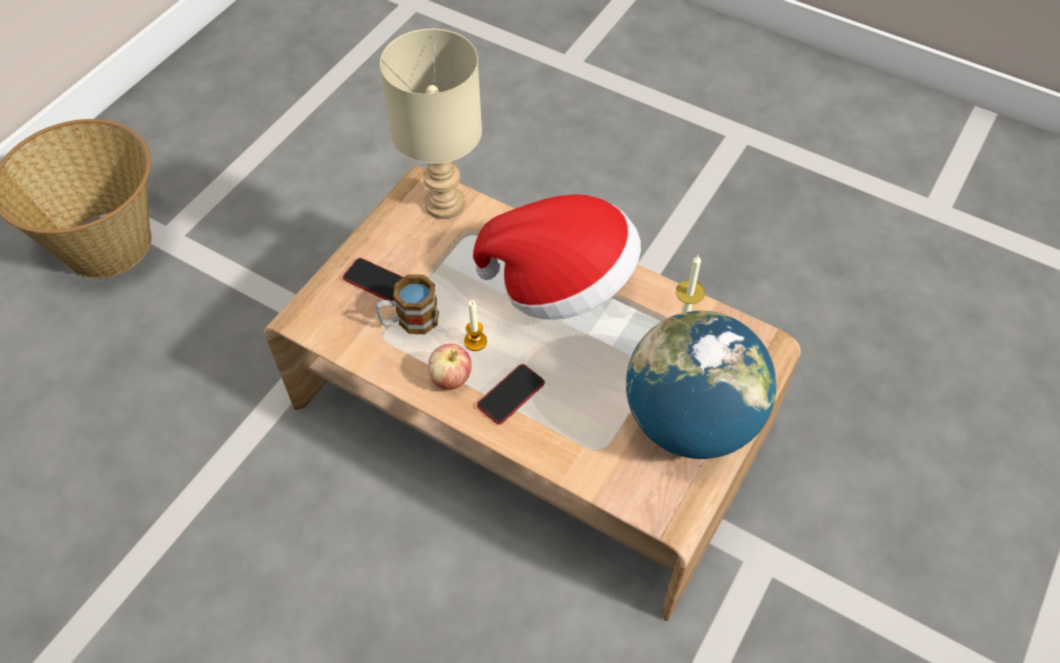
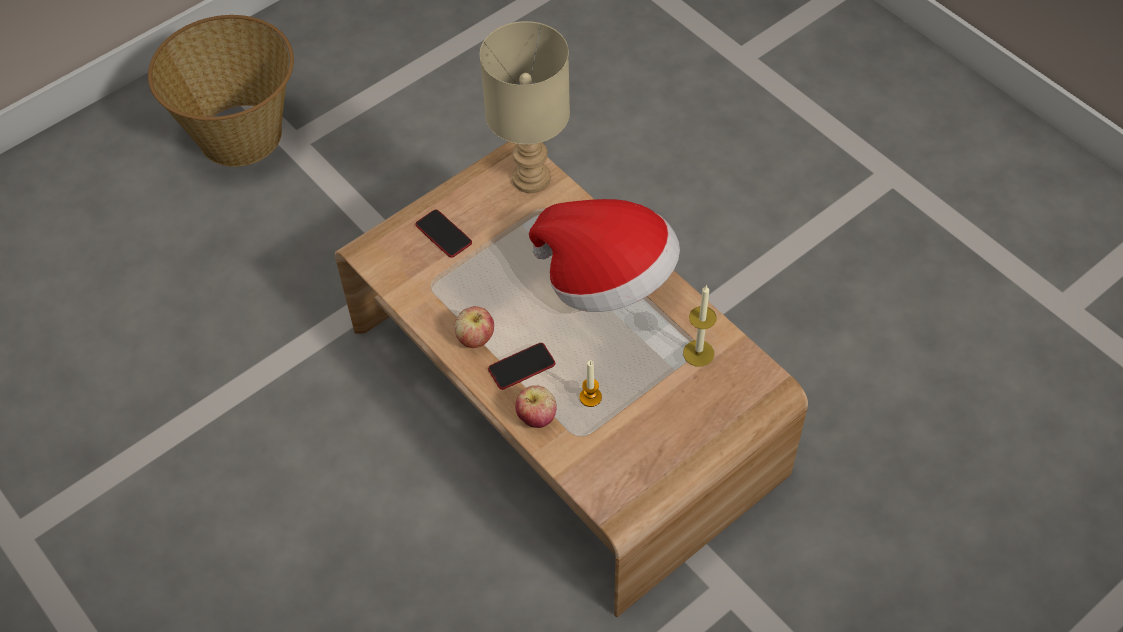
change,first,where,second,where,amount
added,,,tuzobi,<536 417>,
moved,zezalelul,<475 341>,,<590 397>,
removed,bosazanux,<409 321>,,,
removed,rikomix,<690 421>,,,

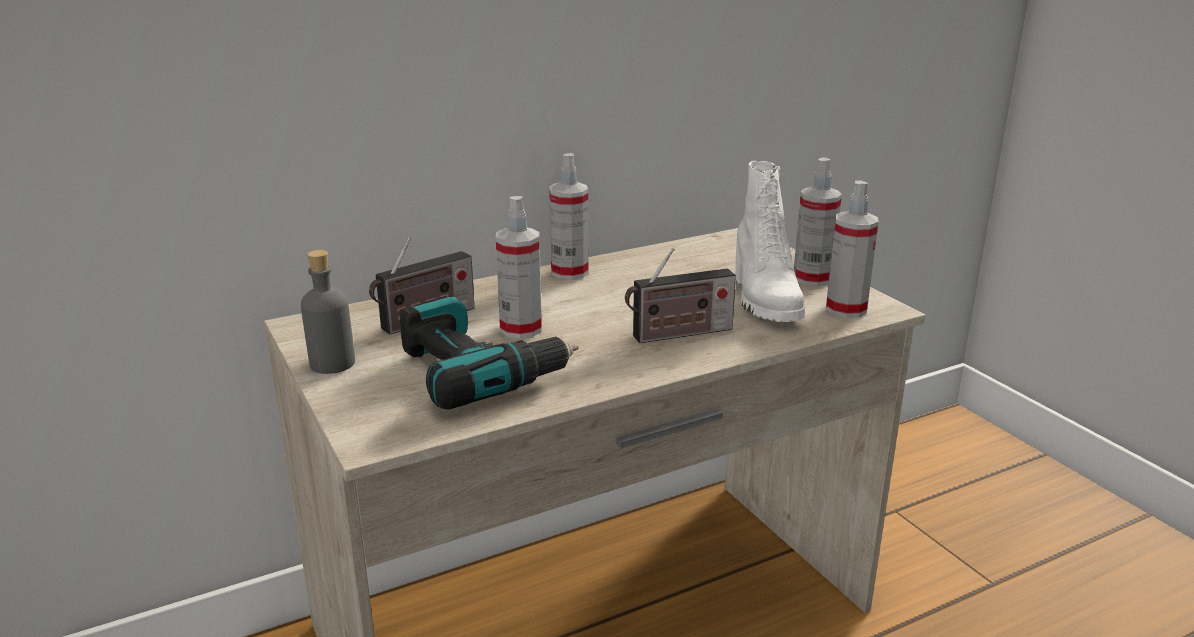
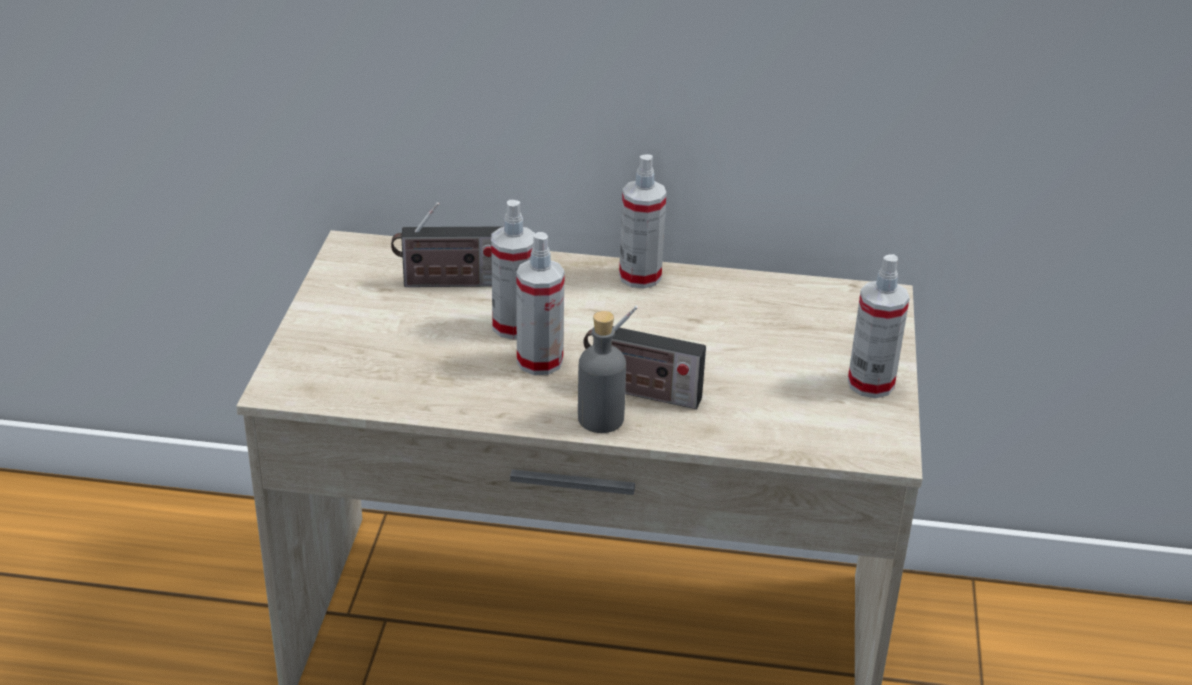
change,first,where,second,where,amount
moved,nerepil,<846 309>,,<539 361>,
moved,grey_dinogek,<332 363>,,<600 419>,
removed,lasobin,<479 371>,,,
removed,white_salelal,<763 300>,,,

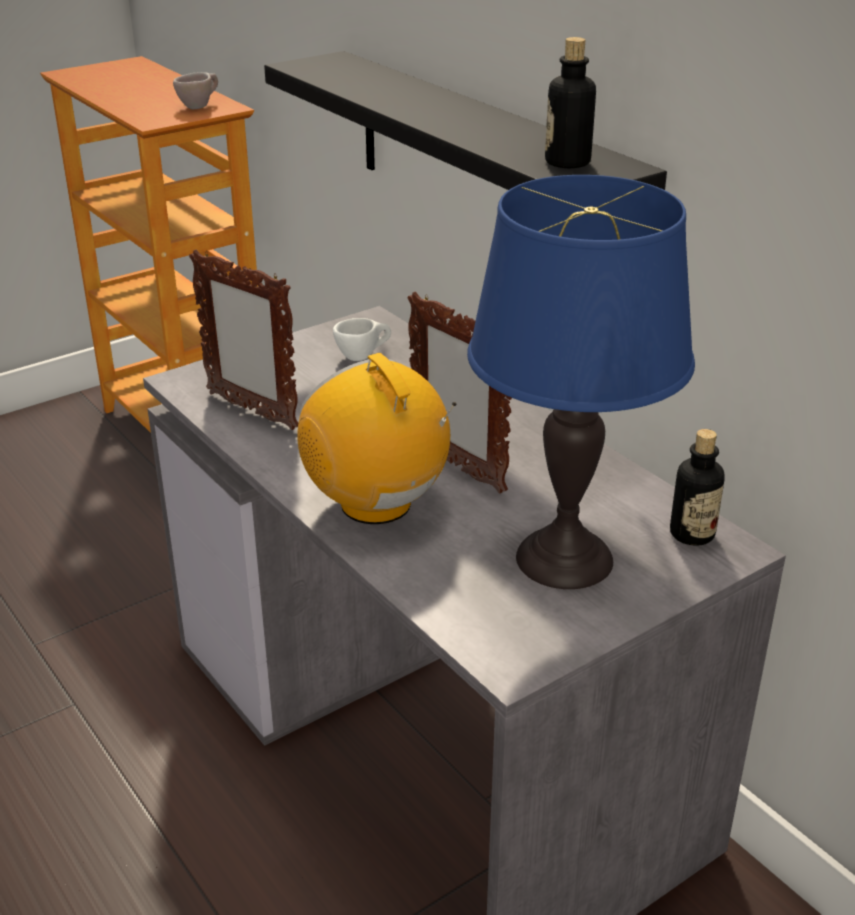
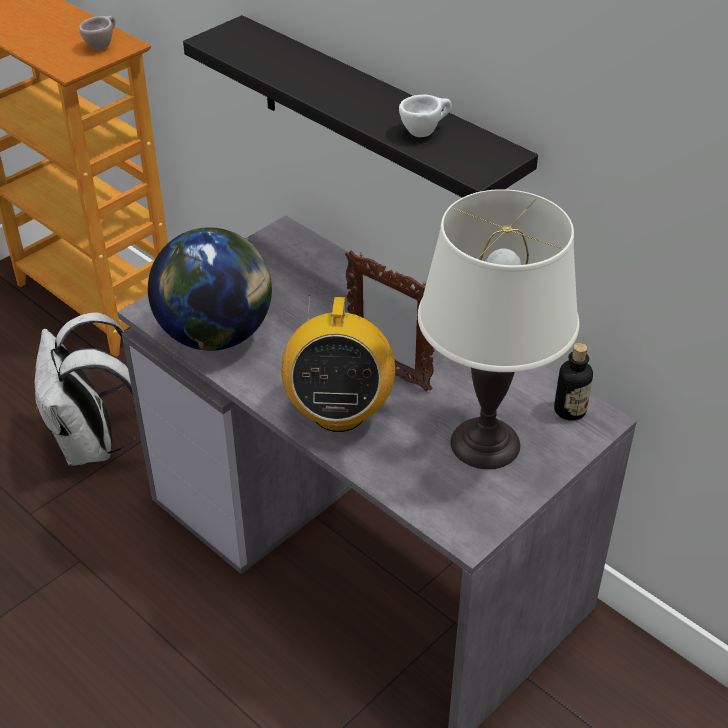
change,first,where,second,where,amount
added,,,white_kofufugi,<93 444>,
replaced,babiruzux,<251 410>,rikomix,<216 335>,
turned,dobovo,<377 504>,,<338 412>,135 degrees counterclockwise
moved,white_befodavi,<362 356>,,<425 131>,
recoloured,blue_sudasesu,<563 559>,white_sudasesu,<484 443>,
removed,dinogek,<567 162>,,,

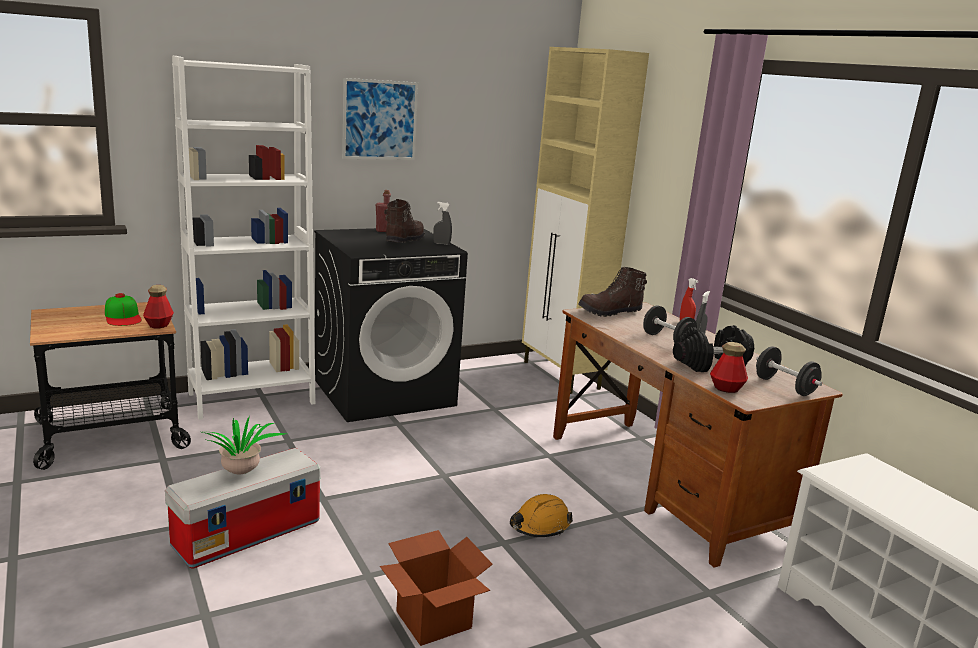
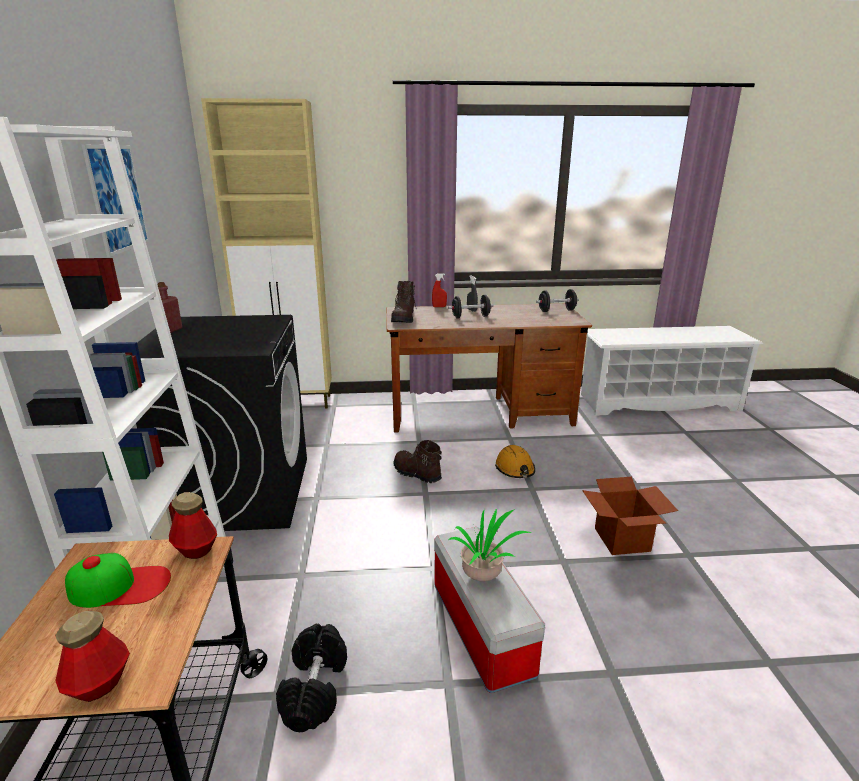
change,first,where,second,where,amount
moved,dinogek,<726 388>,,<99 684>,
moved,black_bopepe,<711 364>,,<315 689>,
moved,brown_salelal,<404 240>,,<416 474>,
removed,grey_nerepil,<441 244>,,,

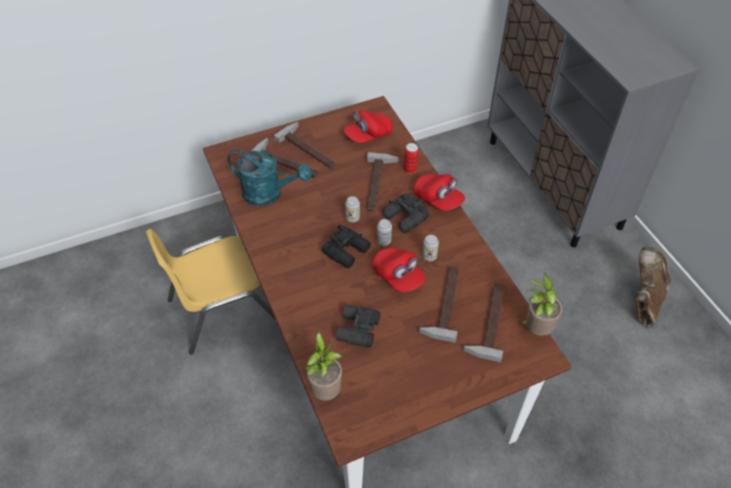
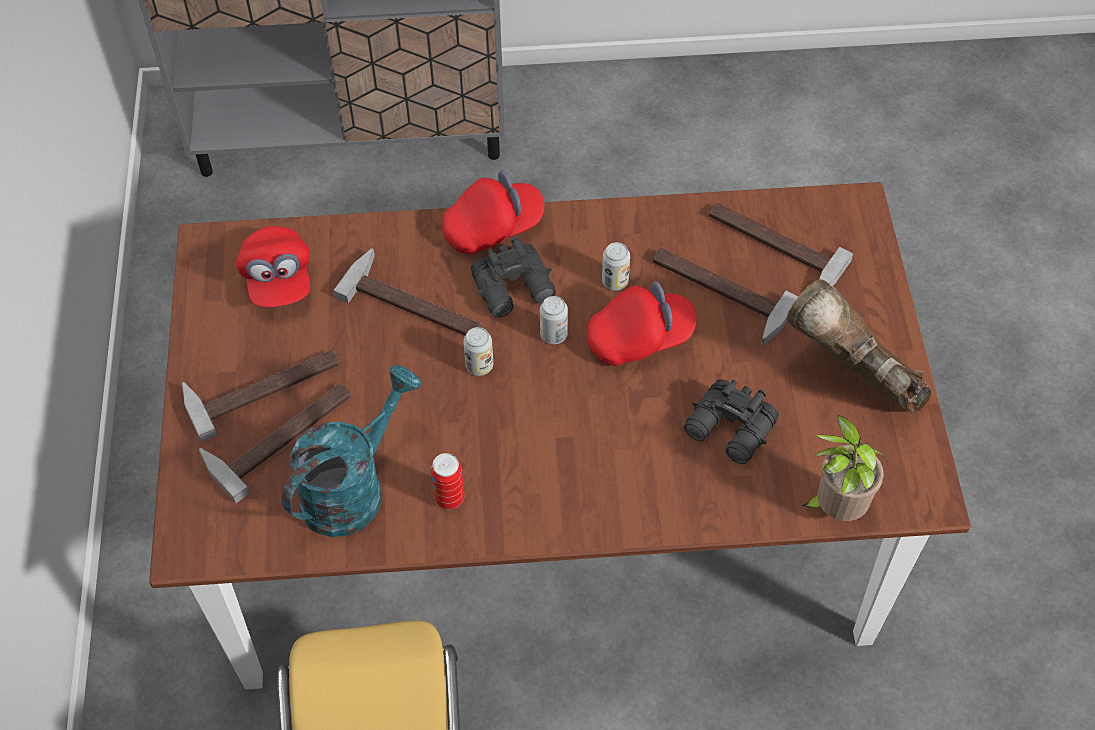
change,first,where,second,where,amount
moved,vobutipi,<410 169>,,<449 498>,
moved,brown_salelal,<644 301>,,<850 377>,
removed,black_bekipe,<347 251>,,,
removed,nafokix,<535 329>,,,

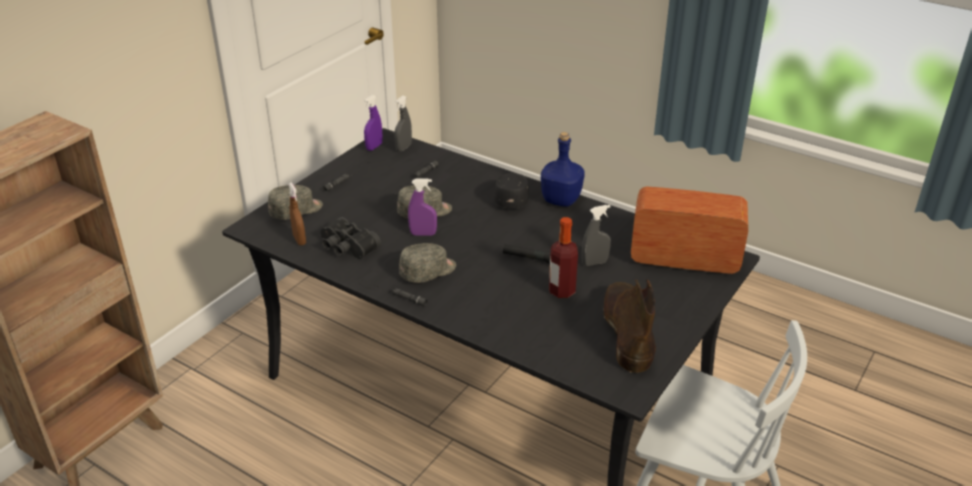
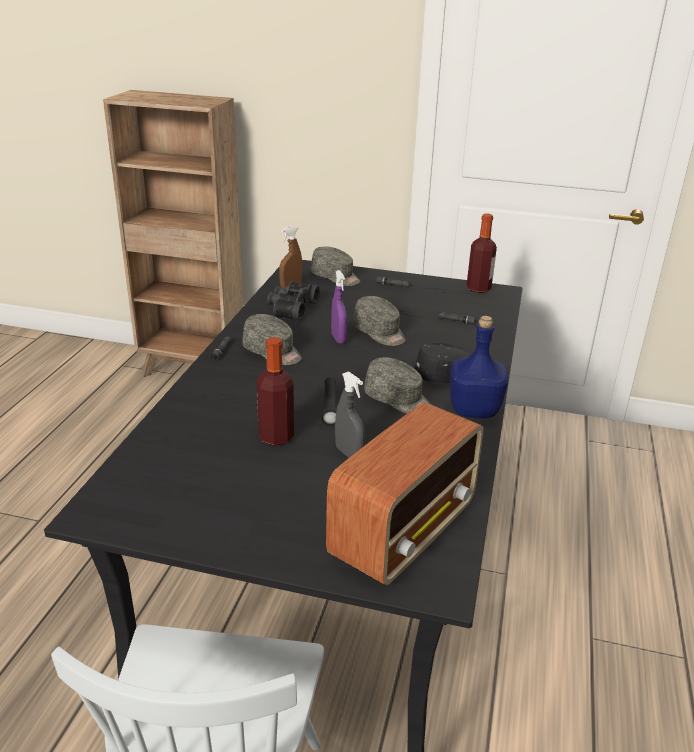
change,first,where,second,where,amount
turned,dobovo,<683 258>,,<405 531>,45 degrees clockwise
added,,,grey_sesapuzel,<398 399>,
replaced,purple_nerepil,<374 147>,dinogek,<478 288>,
removed,grey_nerepil,<404 148>,,,
removed,brown_salelal,<627 331>,,,

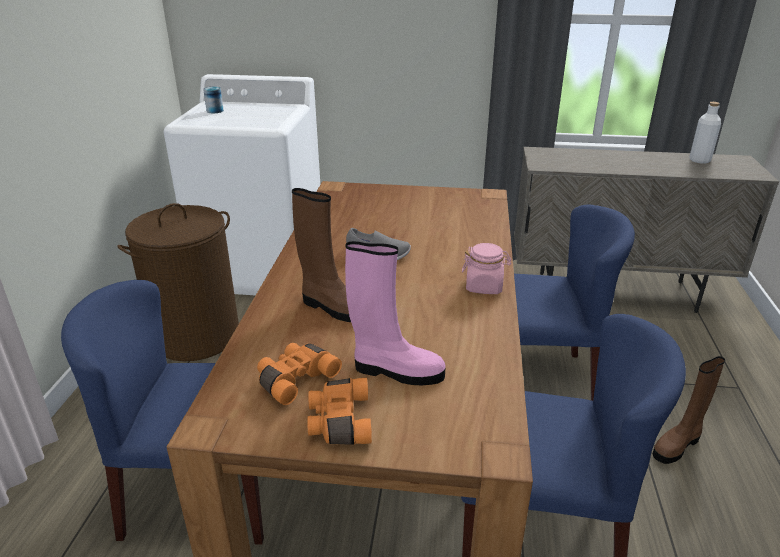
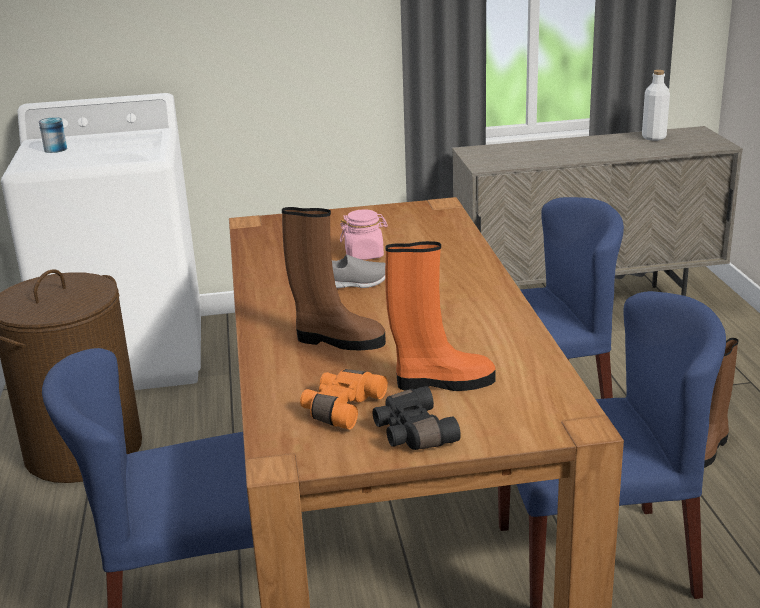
change,first,where,second,where,amount
moved,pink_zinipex,<484 286>,,<364 254>,
recoloured,orange_bekipe,<338 421>,black_bekipe,<412 433>,
recoloured,pink_salelal,<396 371>,orange_salelal,<442 382>,

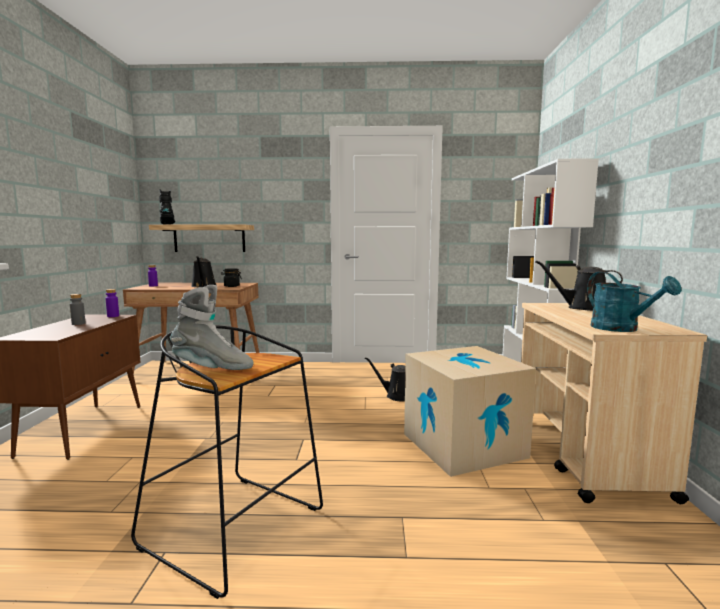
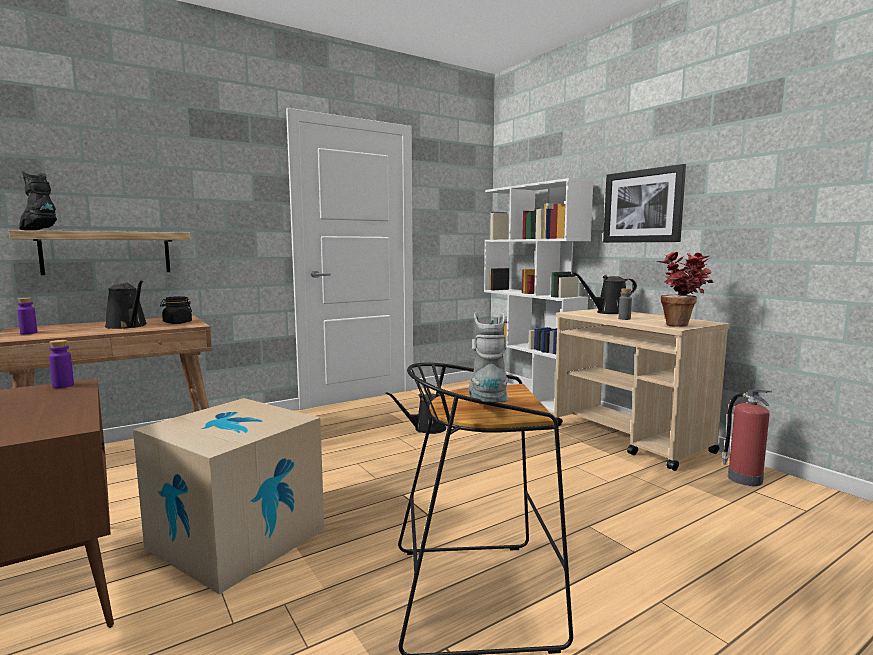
change,first,where,second,where,amount
moved,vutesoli,<463 445>,,<237 539>,
turned,grey_salelal,<212 368>,,<488 407>,60 degrees counterclockwise
added,,,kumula,<642 206>,
moved,grey_dinogek,<78 324>,,<624 319>,
replaced,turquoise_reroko,<621 329>,nafokix,<683 325>,
added,,,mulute,<743 478>,

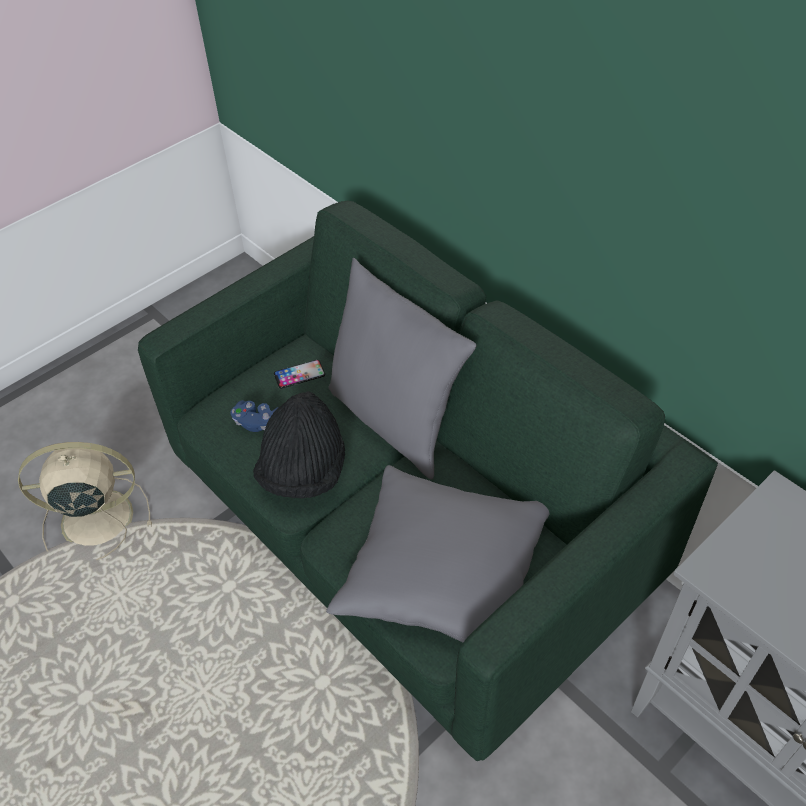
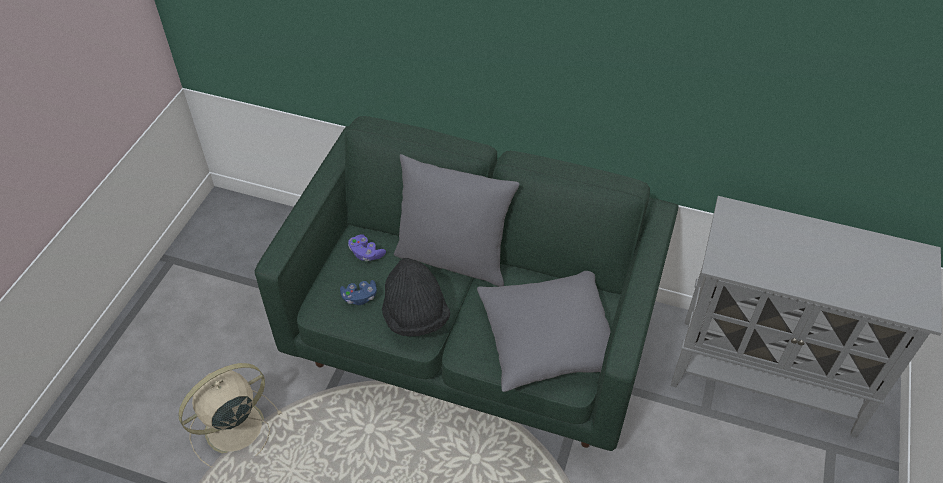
change,first,where,second,where,amount
replaced,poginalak,<299 374>,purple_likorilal,<366 253>,

